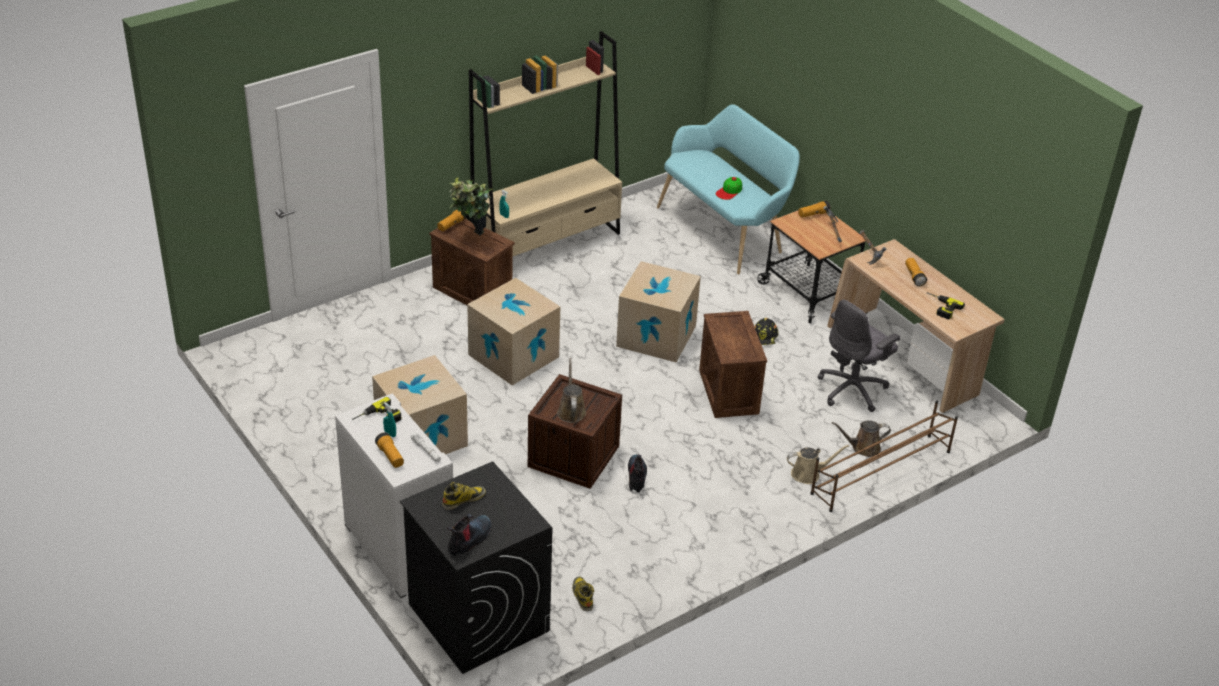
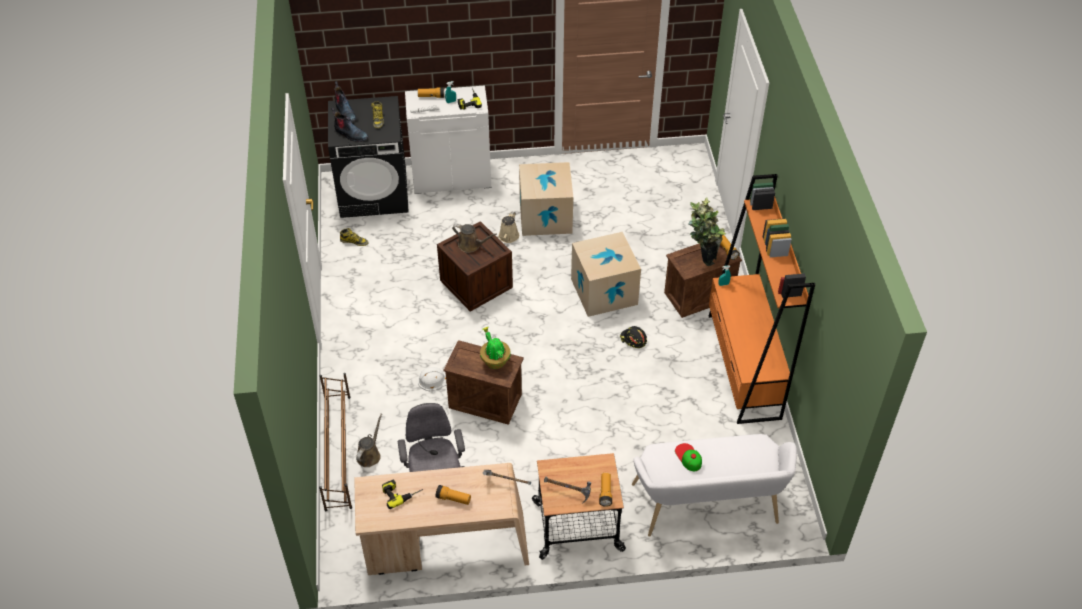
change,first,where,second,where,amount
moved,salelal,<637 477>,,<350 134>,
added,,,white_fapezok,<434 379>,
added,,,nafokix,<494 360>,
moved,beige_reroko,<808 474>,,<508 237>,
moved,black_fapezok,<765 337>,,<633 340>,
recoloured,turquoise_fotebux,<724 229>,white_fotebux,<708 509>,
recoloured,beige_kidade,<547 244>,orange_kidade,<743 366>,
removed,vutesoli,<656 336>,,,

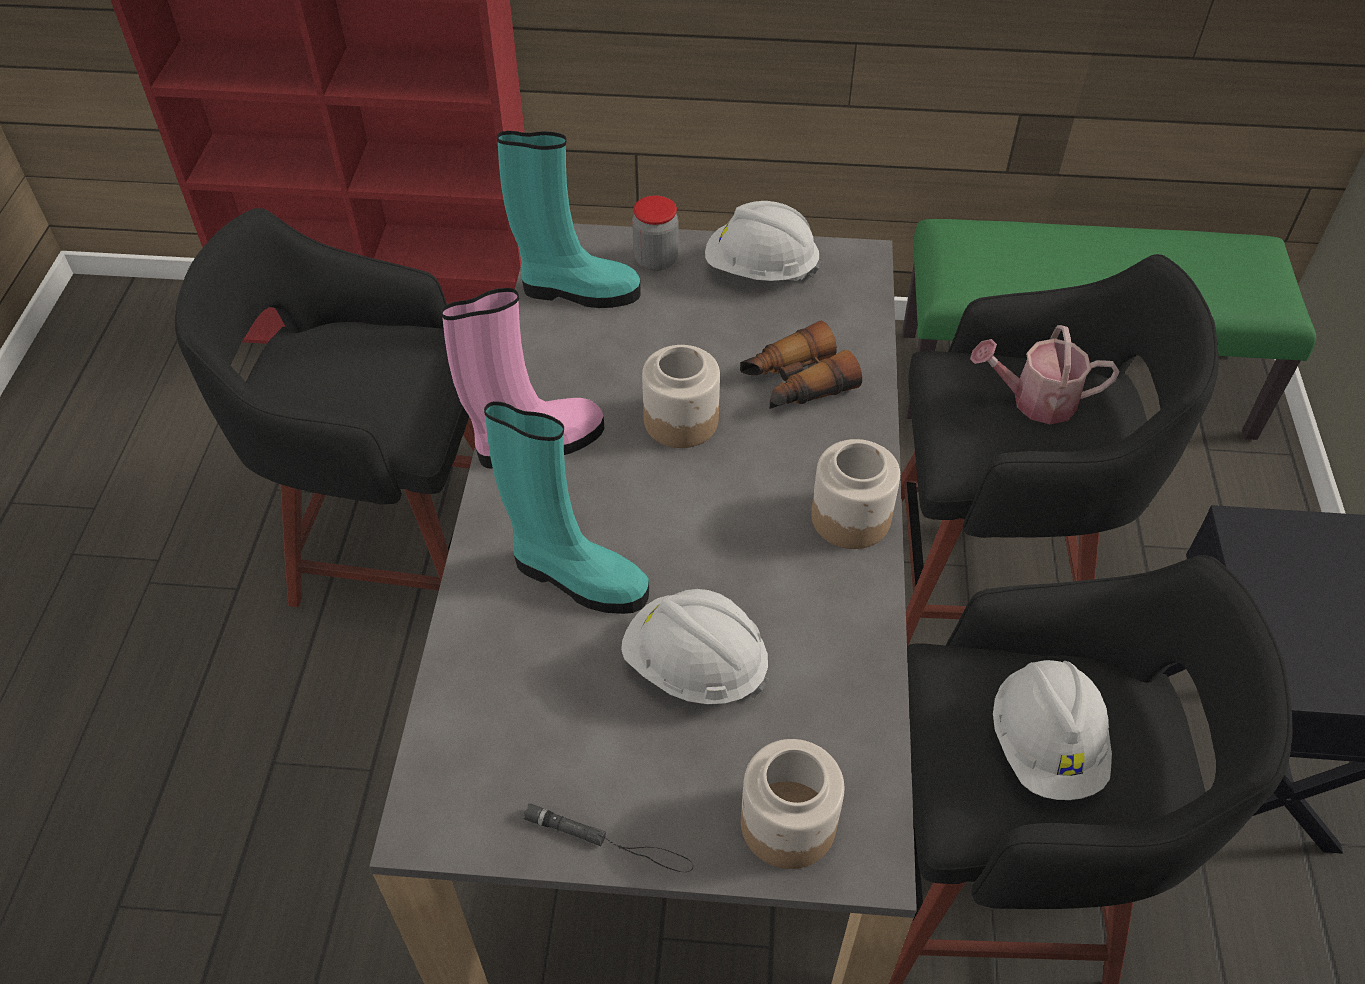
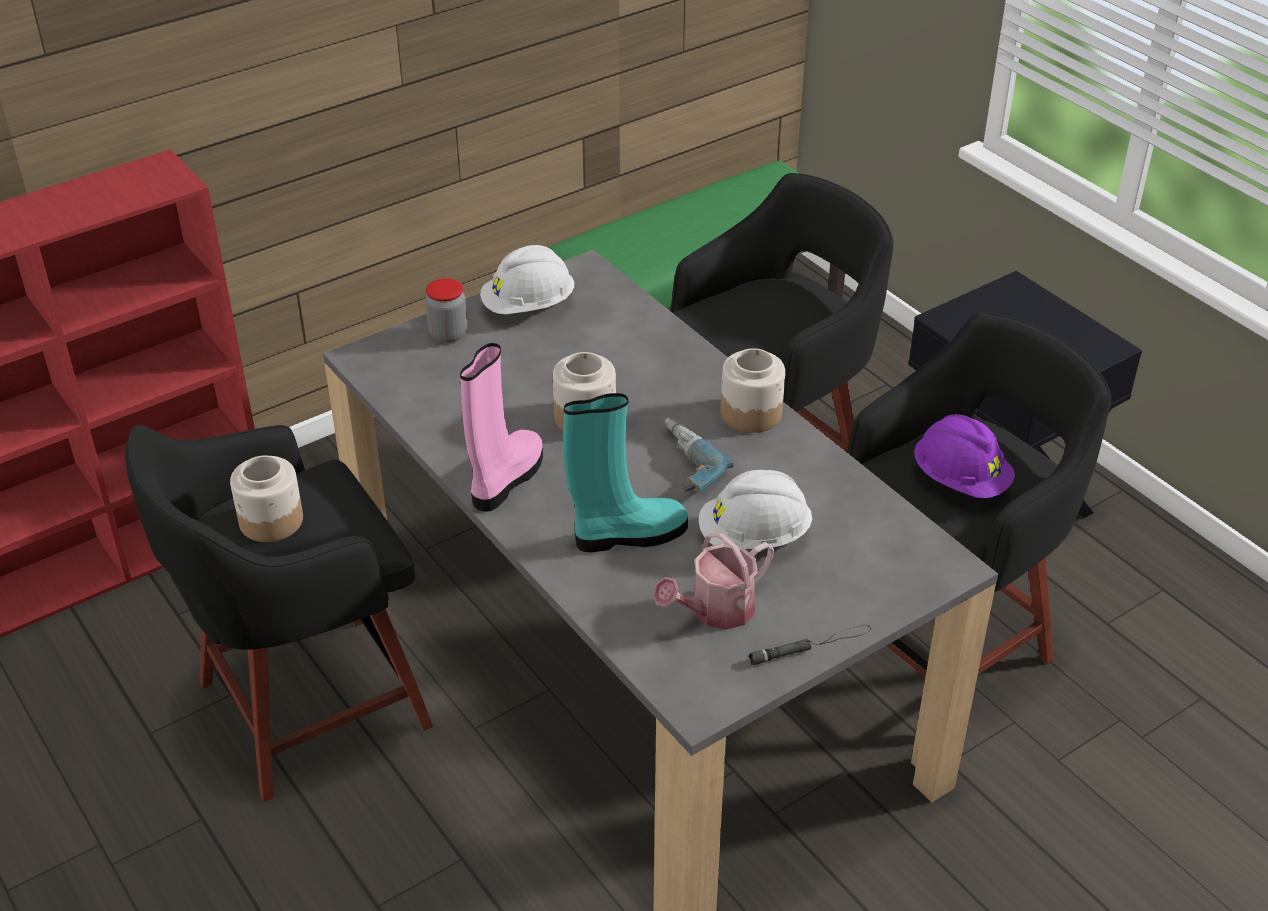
change,first,where,second,where,amount
moved,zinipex,<787 825>,,<271 521>,
moved,reroko,<1034 401>,,<715 611>,
added,,,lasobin,<681 464>,
recoloured,white_fapezok,<1045 745>,purple_fapezok,<960 480>,
removed,turquoise_salelal,<577 291>,,,
removed,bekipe,<795 383>,,,

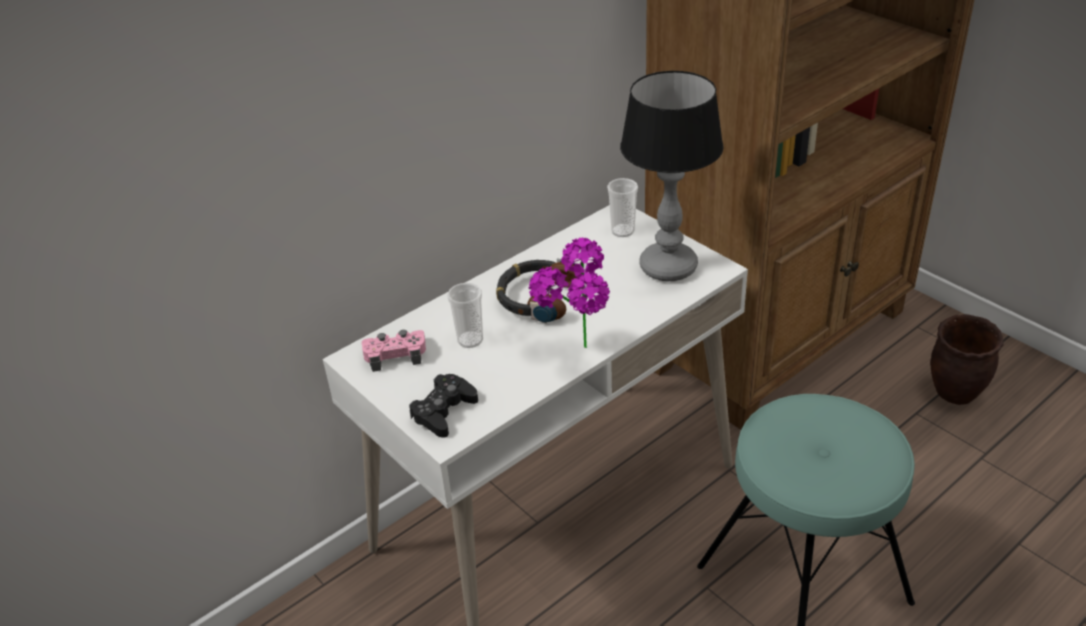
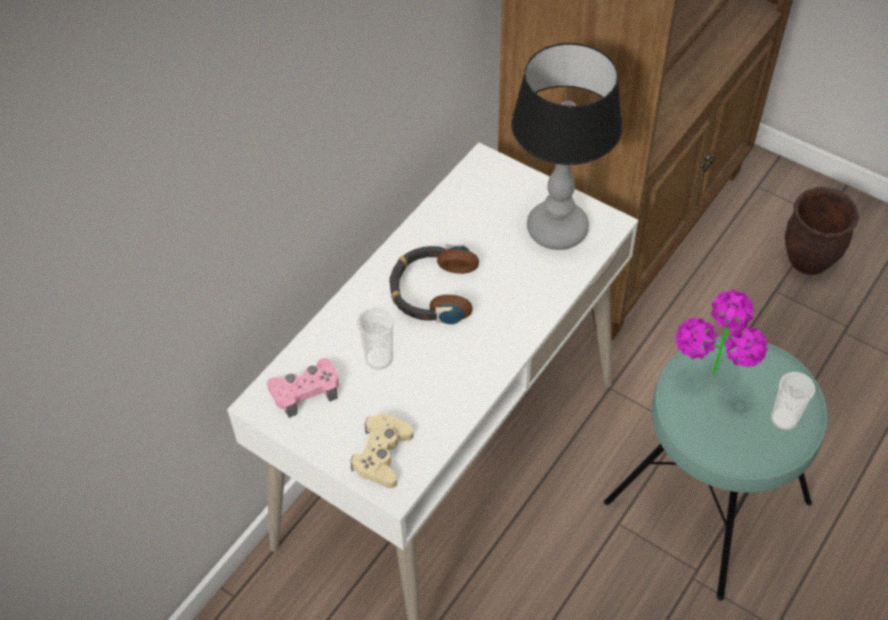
change,first,where,second,where,amount
recoloured,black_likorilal,<444 411>,beige_likorilal,<382 455>,
moved,nafokix,<577 356>,,<710 386>,
moved,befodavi,<622 231>,,<784 419>,

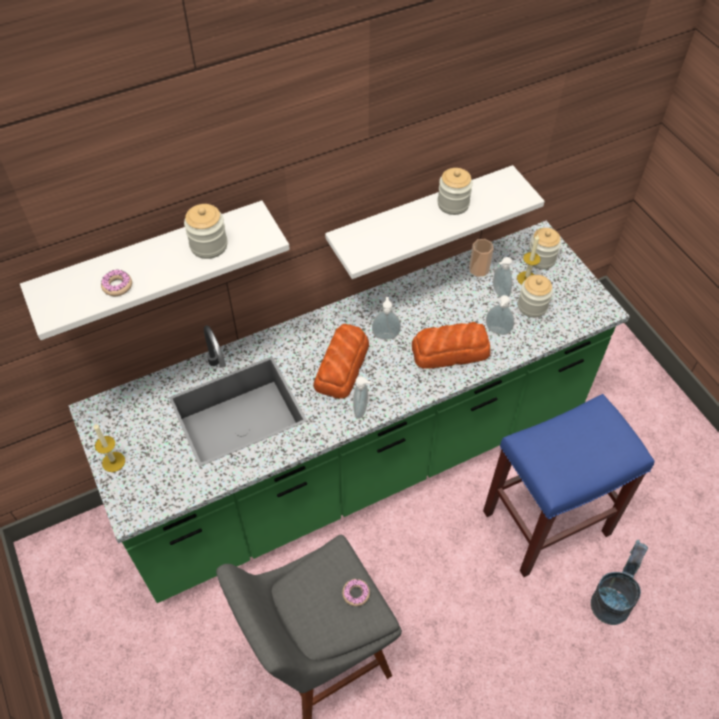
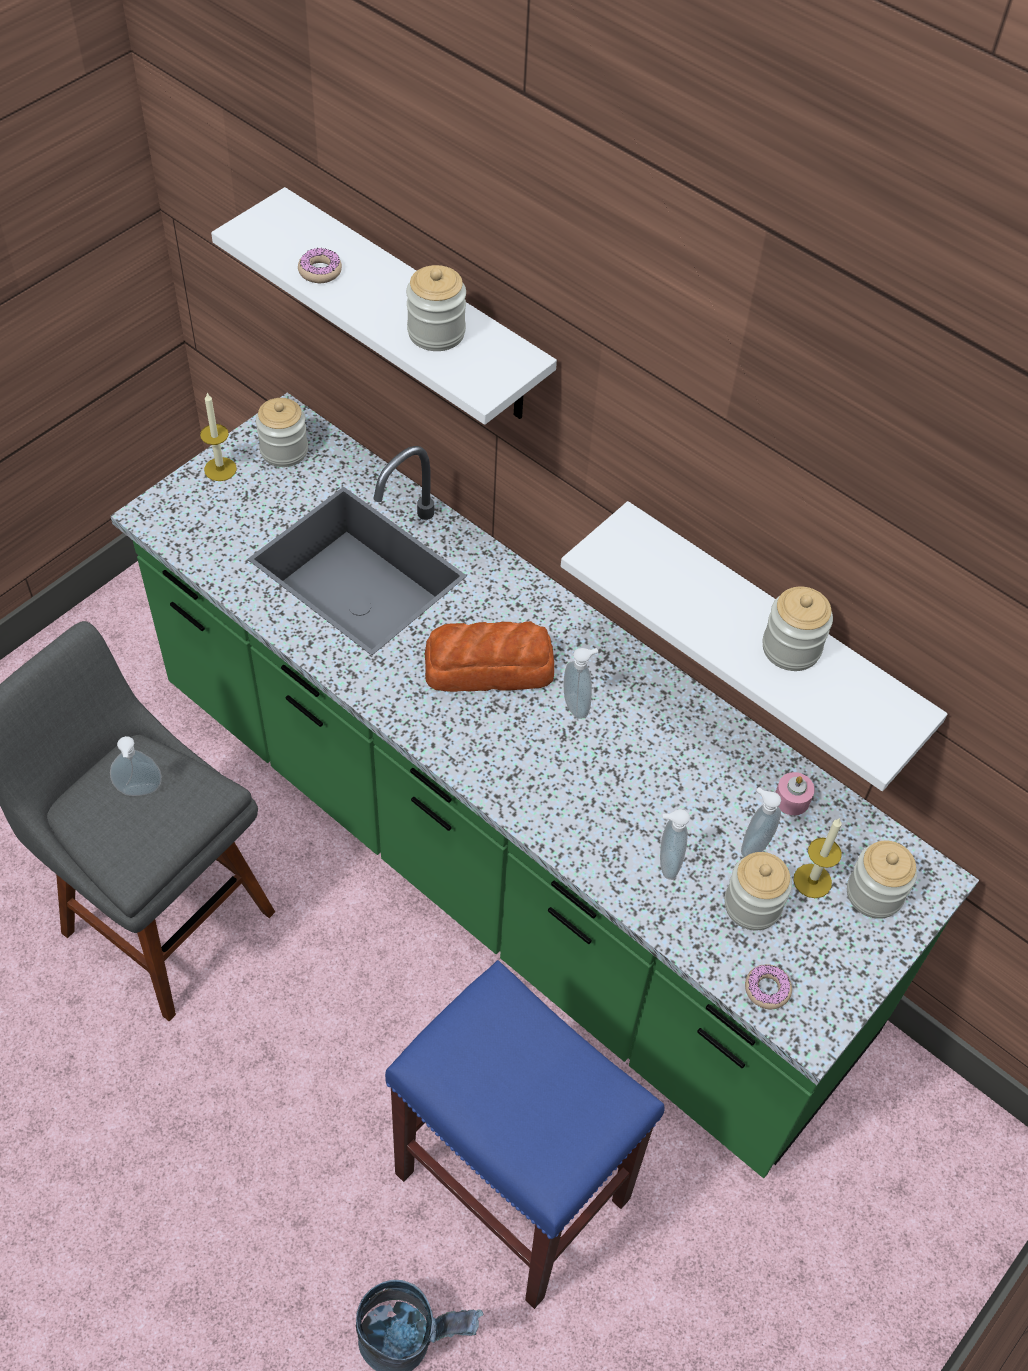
change,first,where,second,where,amount
moved,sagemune,<362 410>,,<140 792>,
added,,,zinipex,<284 450>,
moved,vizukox,<356 593>,,<767 989>,
replaced,befodavi,<479 269>,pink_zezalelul,<791 799>,
removed,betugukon,<451 351>,,,

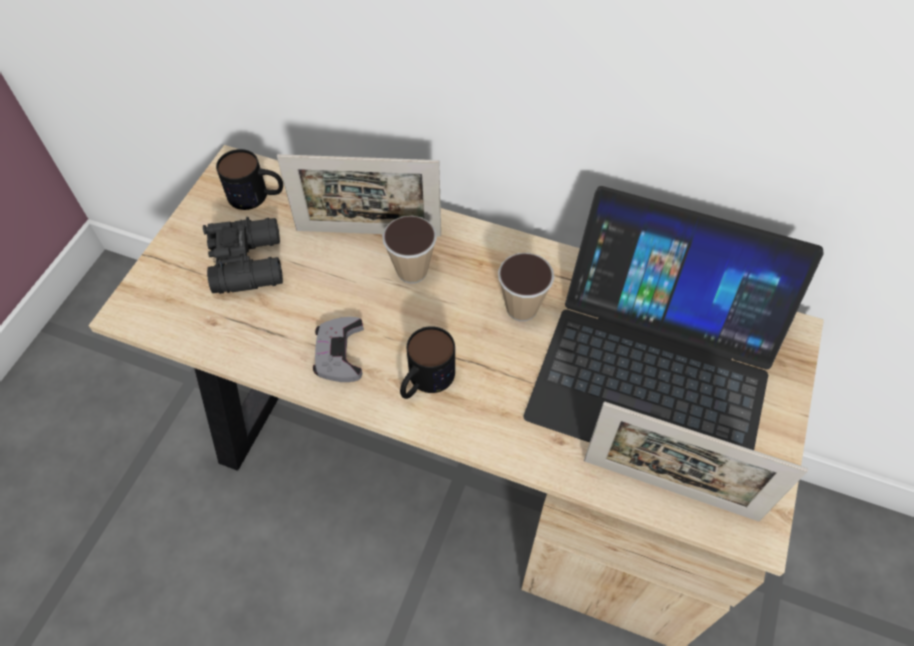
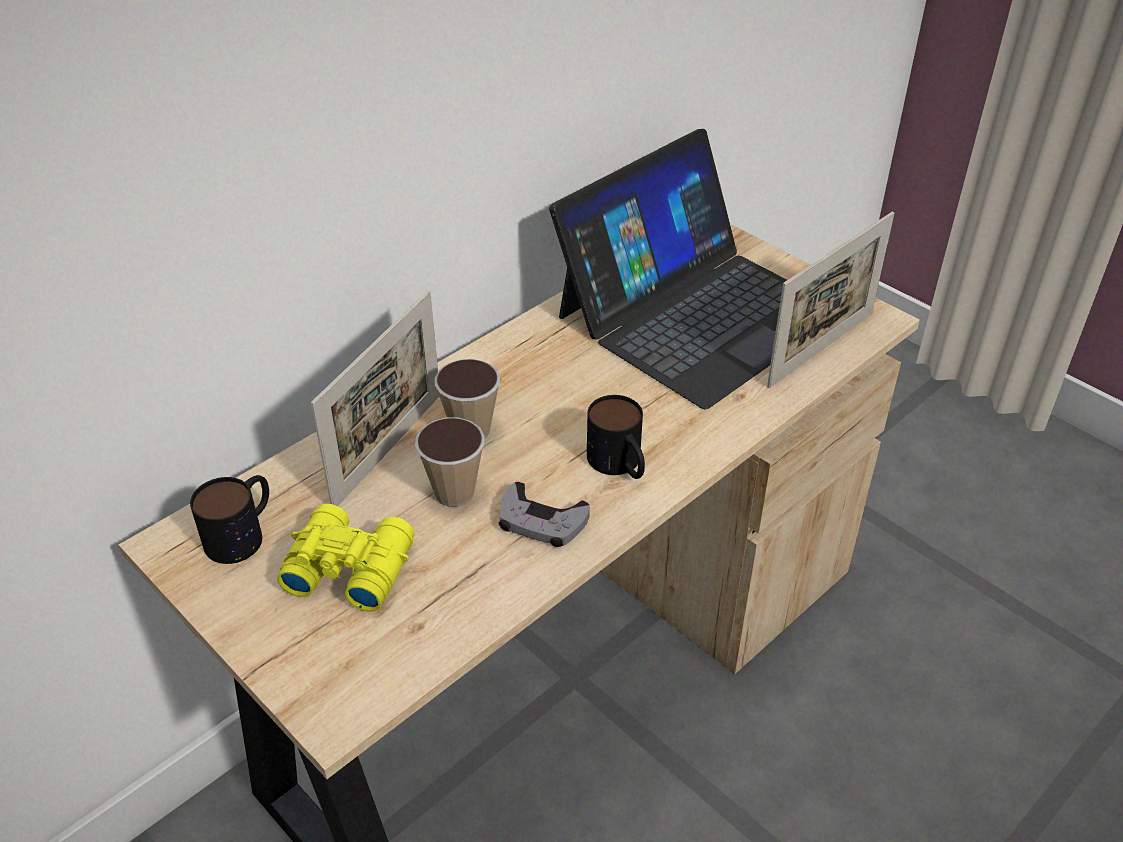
change,first,where,second,where,amount
recoloured,black_bekipe,<250 262>,yellow_bekipe,<348 566>,
moved,befodavi,<521 308>,,<454 493>,

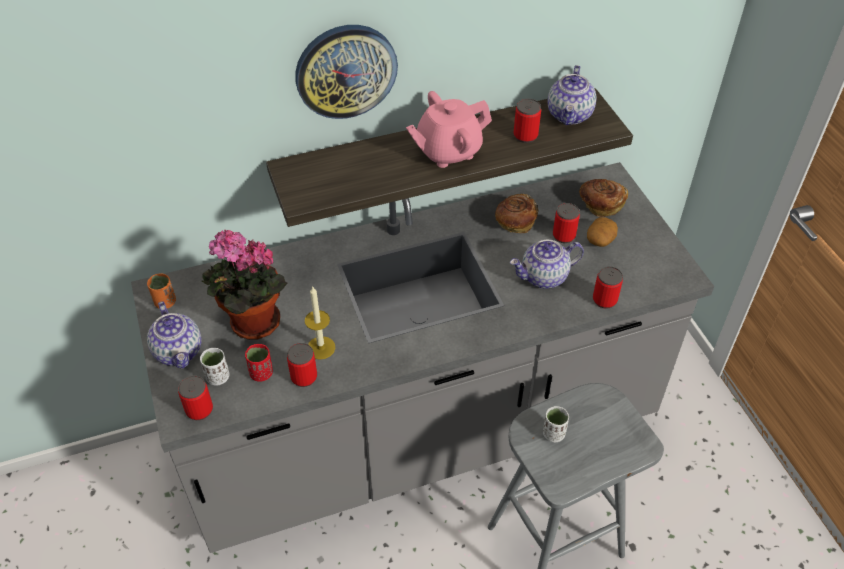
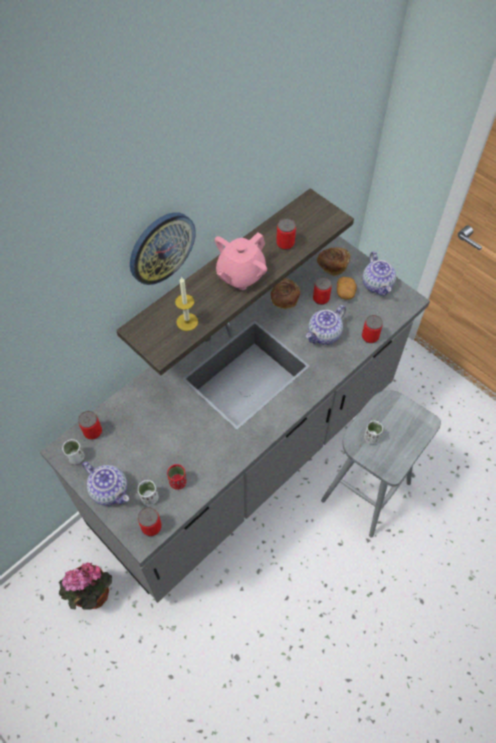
change,first,where,second,where,amount
moved,nafokix,<251 324>,,<92 596>,
recoloured,orange_befodavi,<165 302>,white_befodavi,<76 457>,
moved,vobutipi,<304 377>,,<93 432>,
moved,zezalelul,<321 348>,,<187 322>,
moved,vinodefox,<570 115>,,<377 285>,

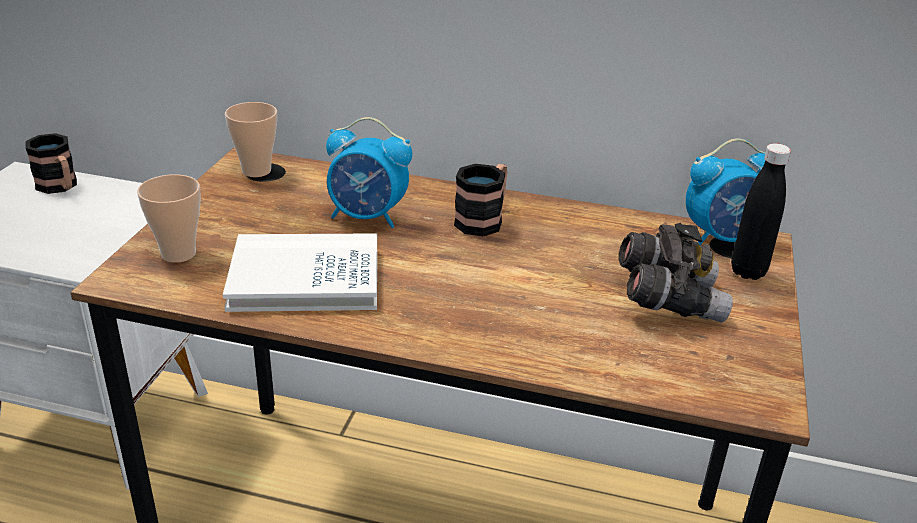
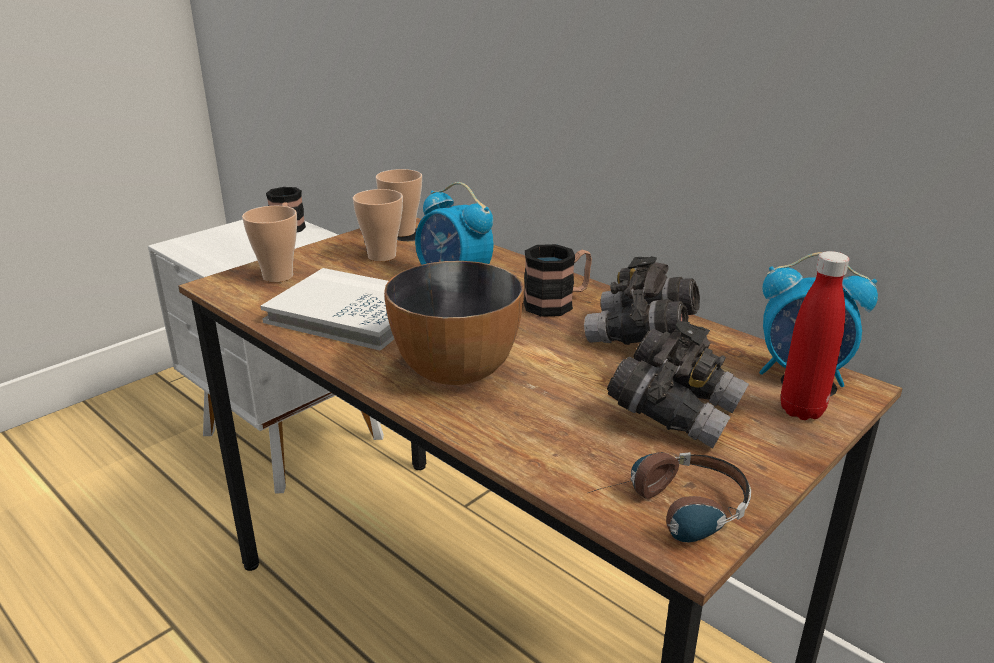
change,first,where,second,where,amount
added,,,befodavi,<382 256>,
added,,,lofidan,<455 371>,
added,,,grey_bekipe,<641 337>,
added,,,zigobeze,<672 513>,
recoloured,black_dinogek,<748 271>,red_dinogek,<801 410>,

